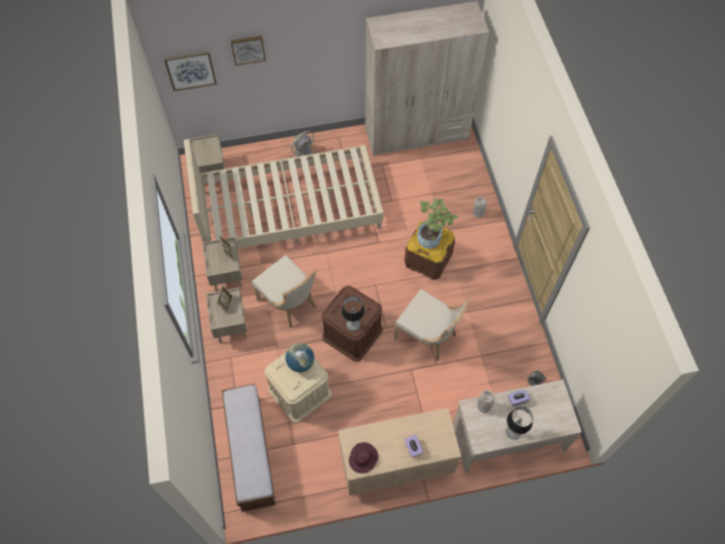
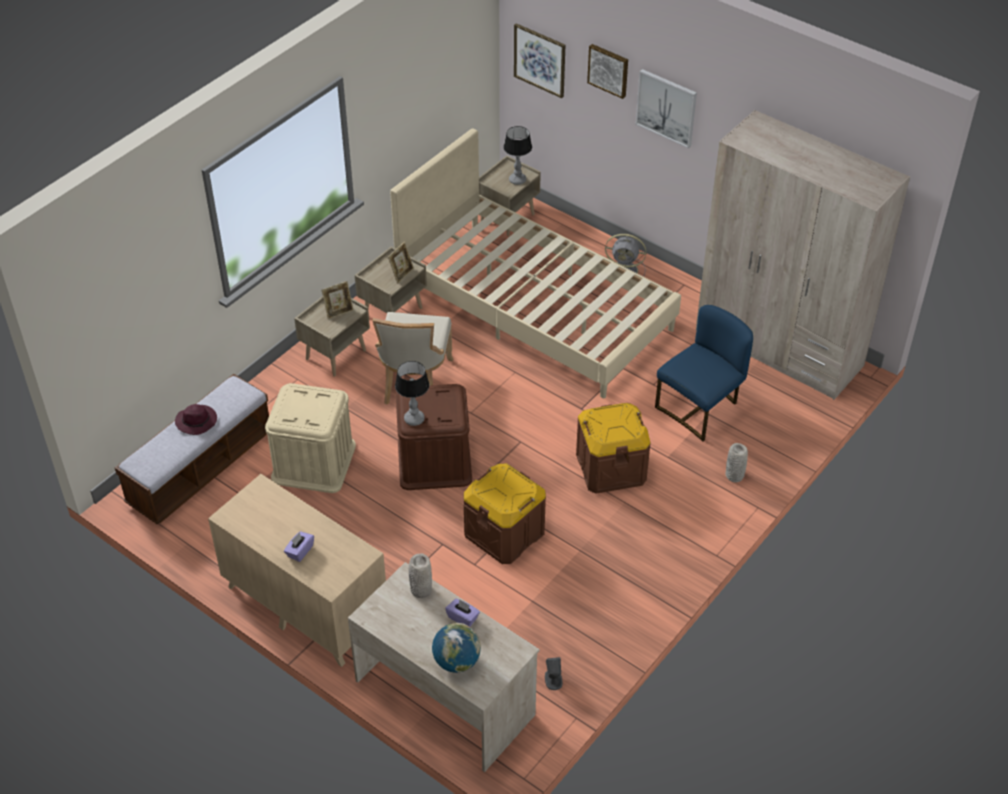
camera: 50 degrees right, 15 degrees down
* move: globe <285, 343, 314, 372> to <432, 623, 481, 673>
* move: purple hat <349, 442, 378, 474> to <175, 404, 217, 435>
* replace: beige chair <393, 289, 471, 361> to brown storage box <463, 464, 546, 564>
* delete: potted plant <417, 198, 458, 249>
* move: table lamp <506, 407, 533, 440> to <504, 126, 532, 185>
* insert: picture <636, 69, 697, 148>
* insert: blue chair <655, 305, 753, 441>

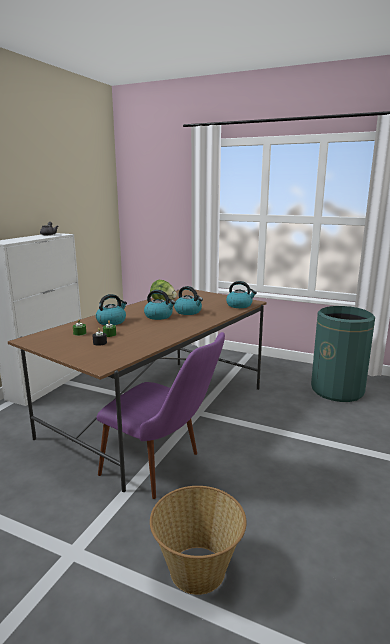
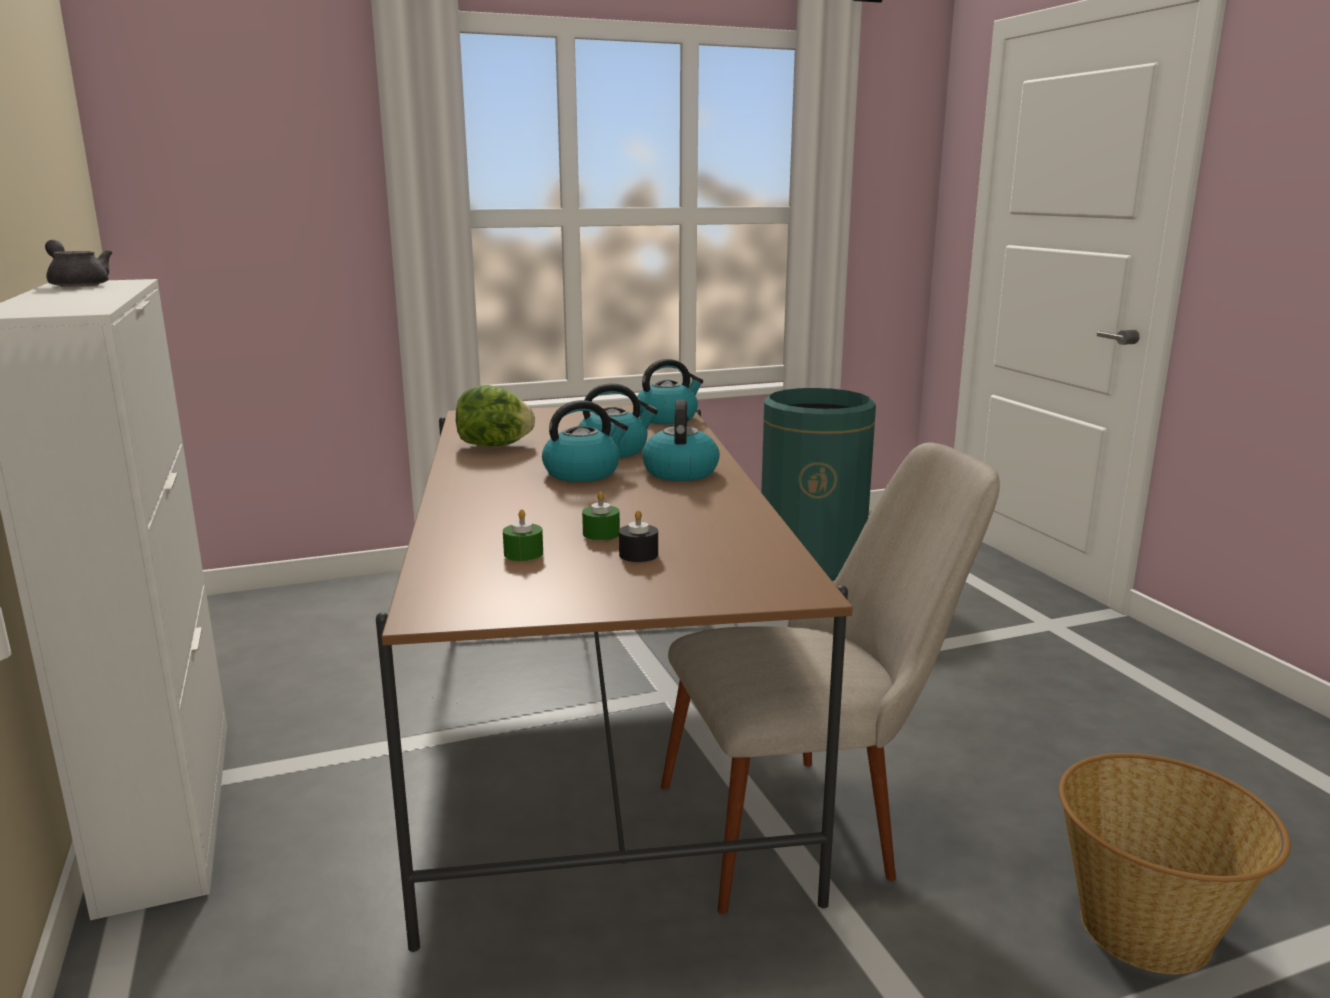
camera: 45 degrees left, 0 degrees up
* move: kettle <96, 294, 127, 325> to <642, 400, 720, 481>
* recolor: purple chair <97, 332, 225, 499> to beige chair <661, 443, 1000, 914>

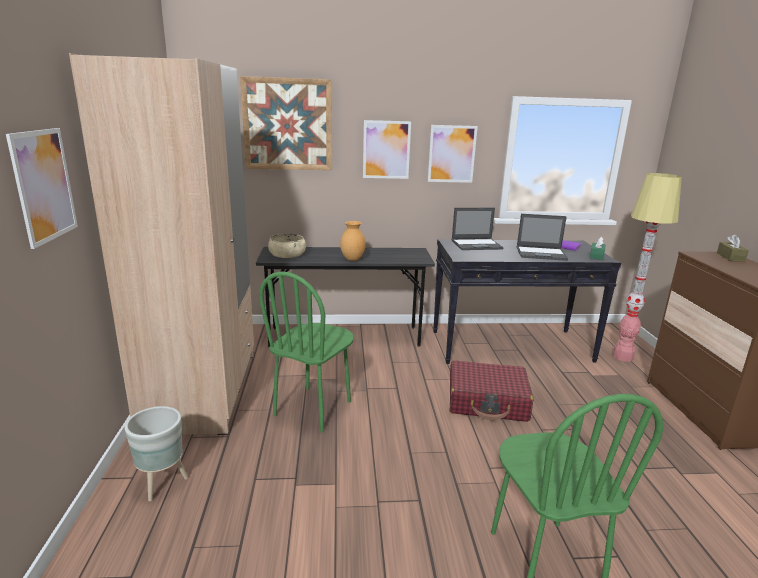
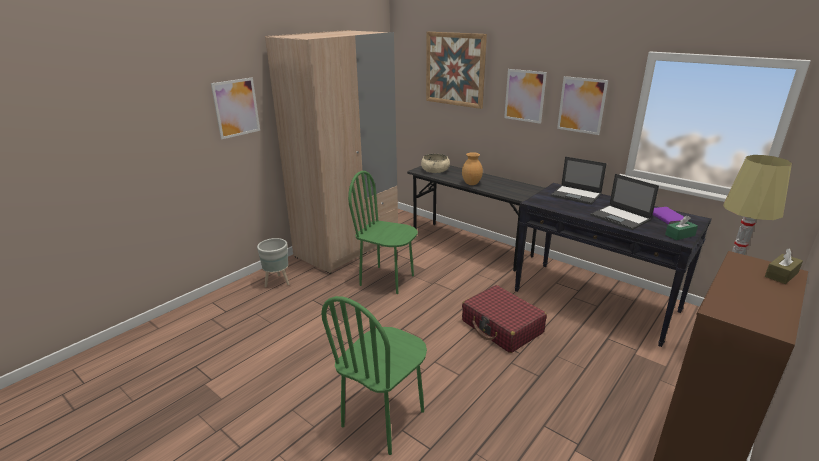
camera: 45 degrees right, 5 degrees up
* rotate: green chair <259, 271, 354, 433> = <348, 171, 418, 294> 45 degrees clockwise

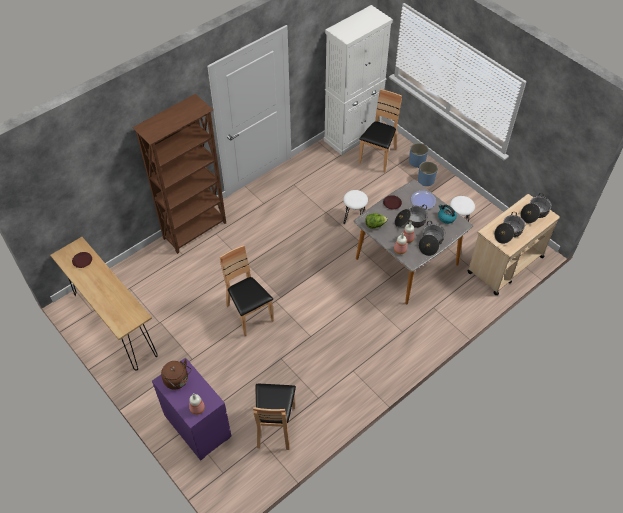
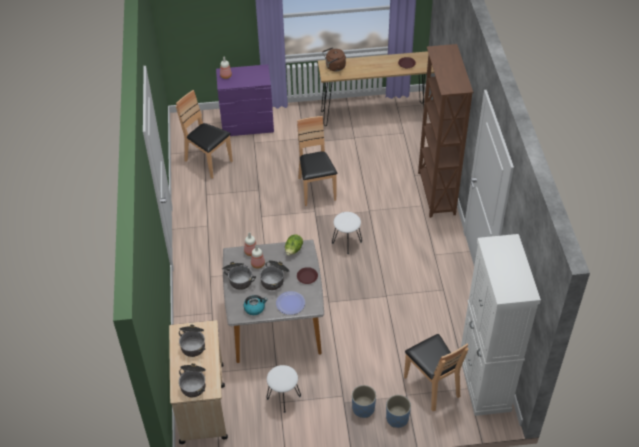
camera: 125 degrees right, 5 degrees down
* move: brown kettle <161, 359, 191, 390> to <323, 47, 346, 71>
* rotate: brown chair <220, 245, 274, 336> = <297, 116, 337, 206> 105 degrees counterclockwise
* move: white stool <343, 190, 368, 224> to <332, 212, 362, 254>

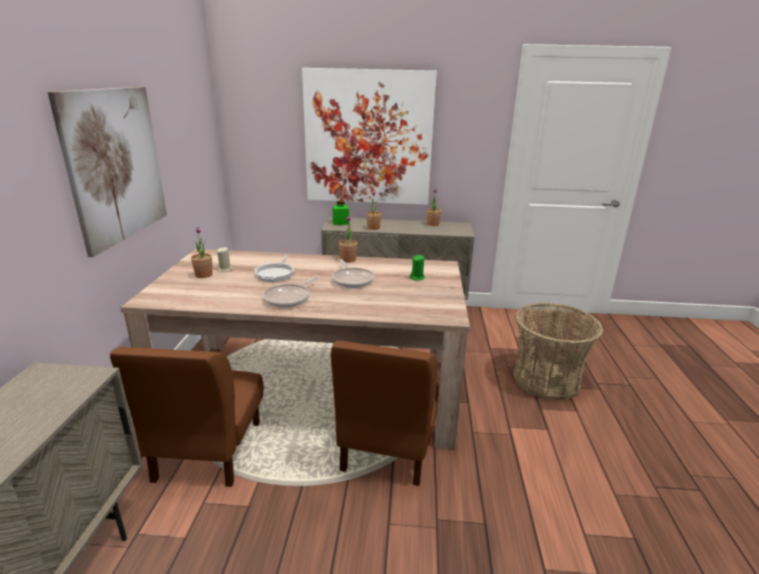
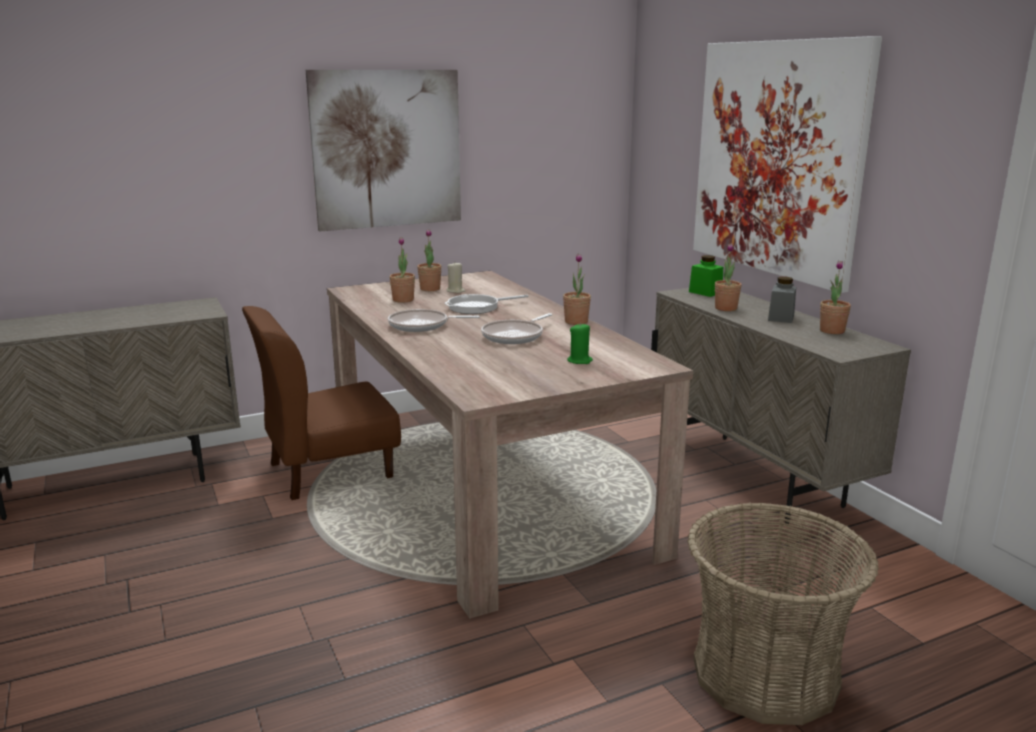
camera: 60 degrees right, 5 degrees down
* delete: brown chair <331, 340, 440, 486>
* insert: potted plant <389, 237, 415, 303>
* insert: grey jar <768, 277, 796, 323>

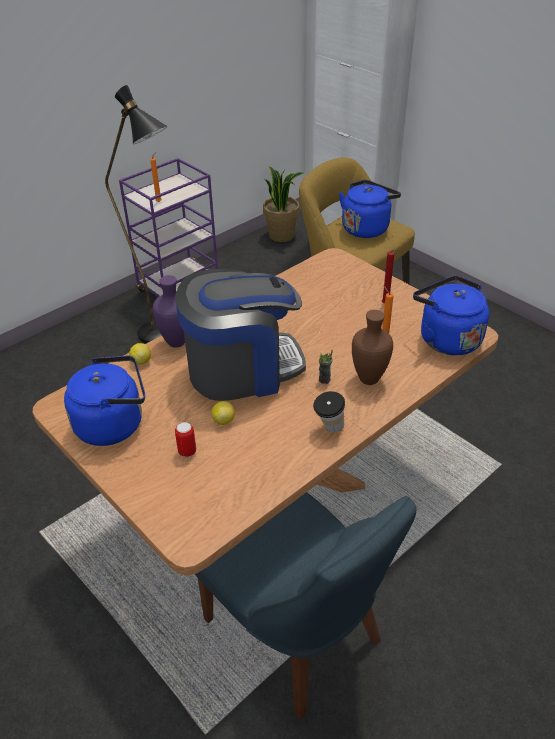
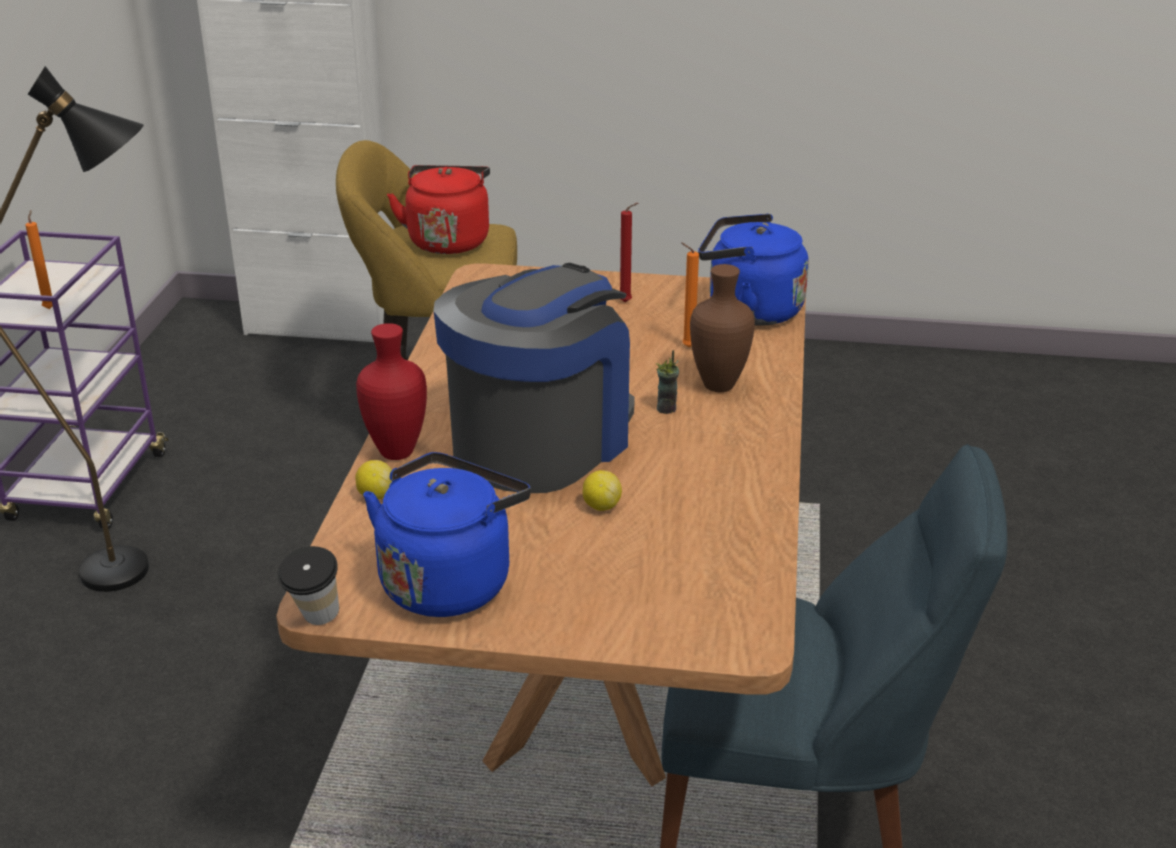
camera: 40 degrees left, 10 degrees down
* recolor: purple vase <153, 275, 185, 348> to red vase <356, 323, 427, 460>
* delete: can <175, 422, 196, 457>
* delete: potted plant <263, 166, 303, 242>
* move: cup <313, 391, 345, 433> to <277, 546, 339, 625>
* recolor: blue kettle <339, 180, 401, 238> to red kettle <387, 165, 490, 254>

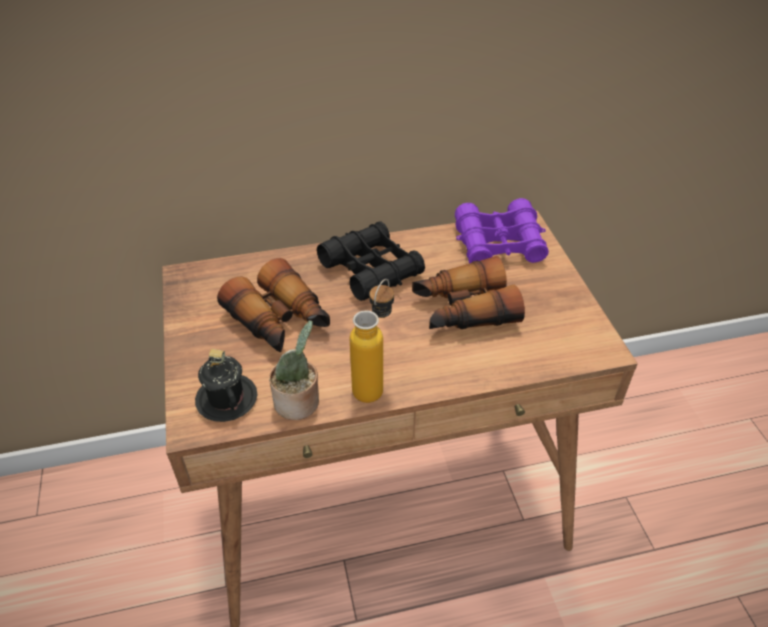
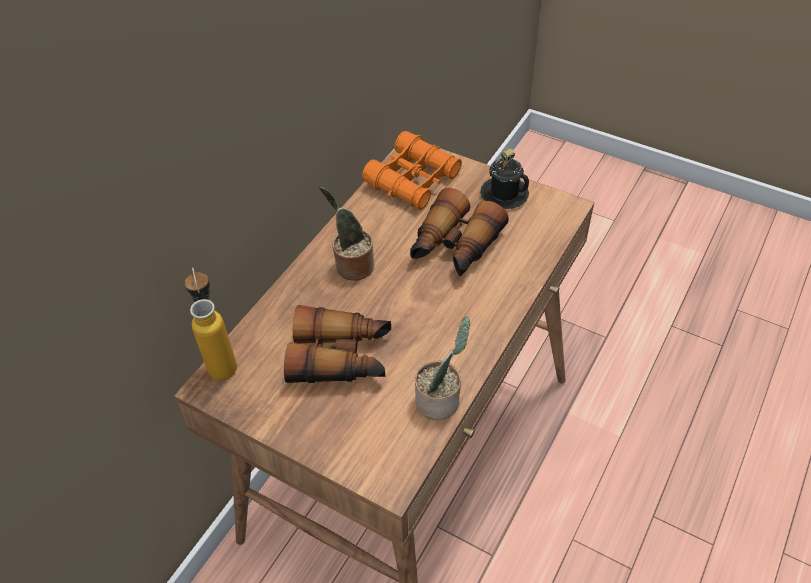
camera: 45 degrees left, 5 degrees up
* move: black mug <195, 349, 257, 422> to <480, 149, 529, 209>
* replace: black binoculars <317, 221, 425, 301> to potted plant <319, 187, 374, 281>
* move: bottle <350, 279, 394, 403> to <185, 267, 237, 380>
* recolor: purple binoculars <455, 198, 549, 263> to orange binoculars <362, 131, 462, 210>

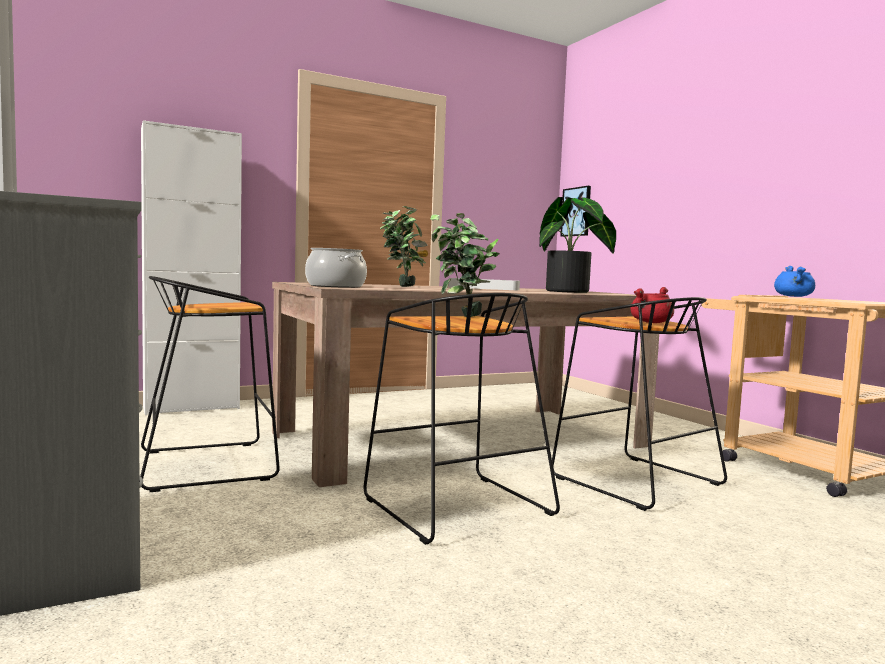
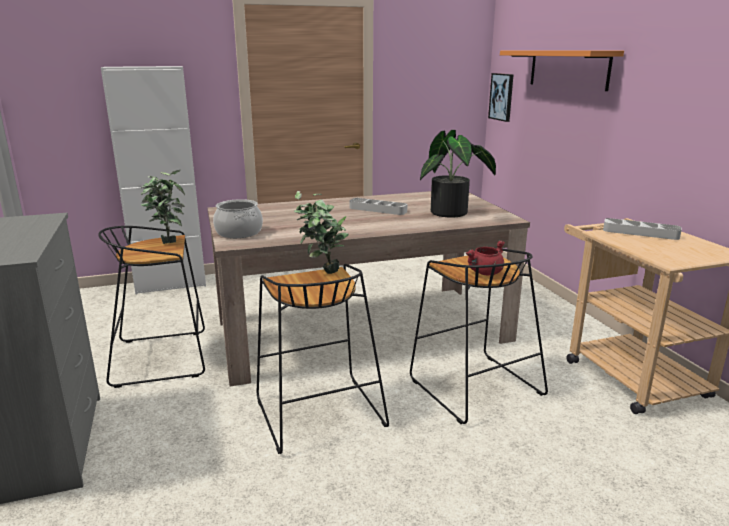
camera: 10 degrees right, 15 degrees up
* move: potted plant <380, 206, 428, 287> to <141, 170, 185, 244>
* replace: blue cooking pot <774, 266, 815, 297> to grey tray <603, 218, 682, 240>
* insert: orange shelf <500, 50, 624, 91>

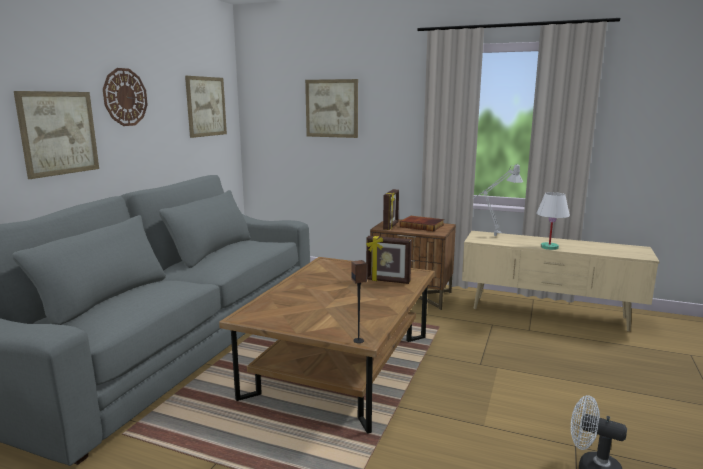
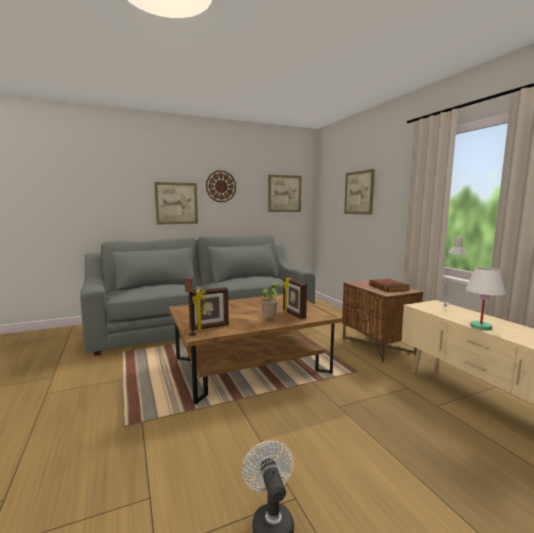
camera: 45 degrees right, 5 degrees down
* move: picture frame <383, 189, 399, 230> to <188, 287, 229, 331>
* insert: potted plant <261, 283, 279, 319>

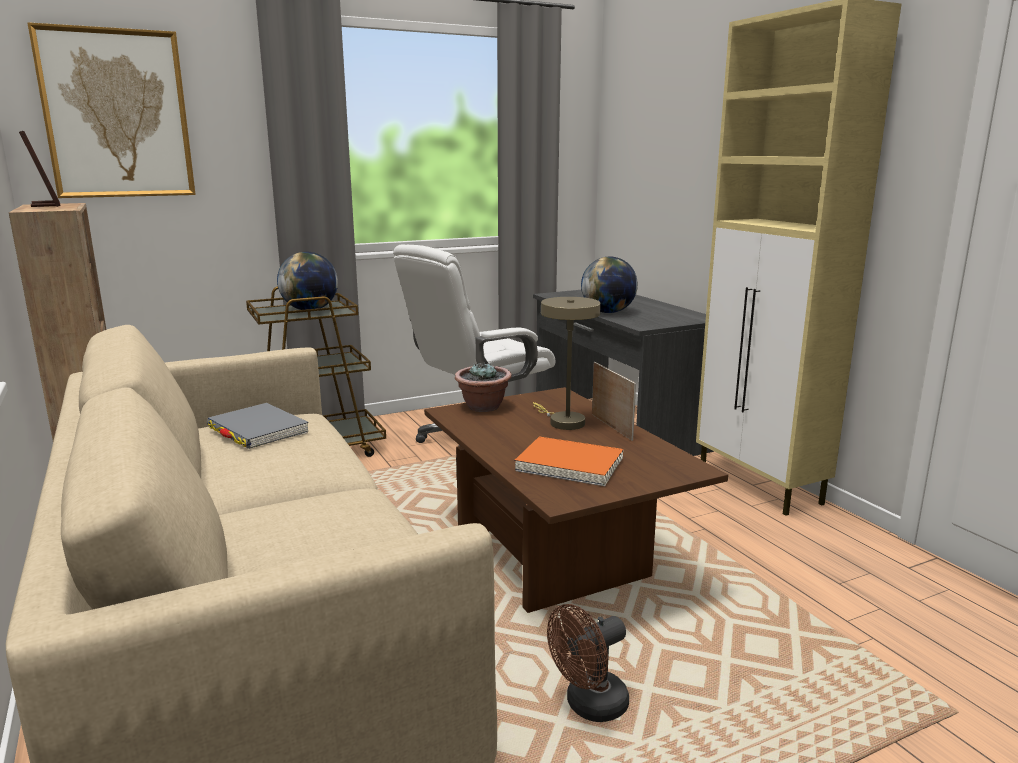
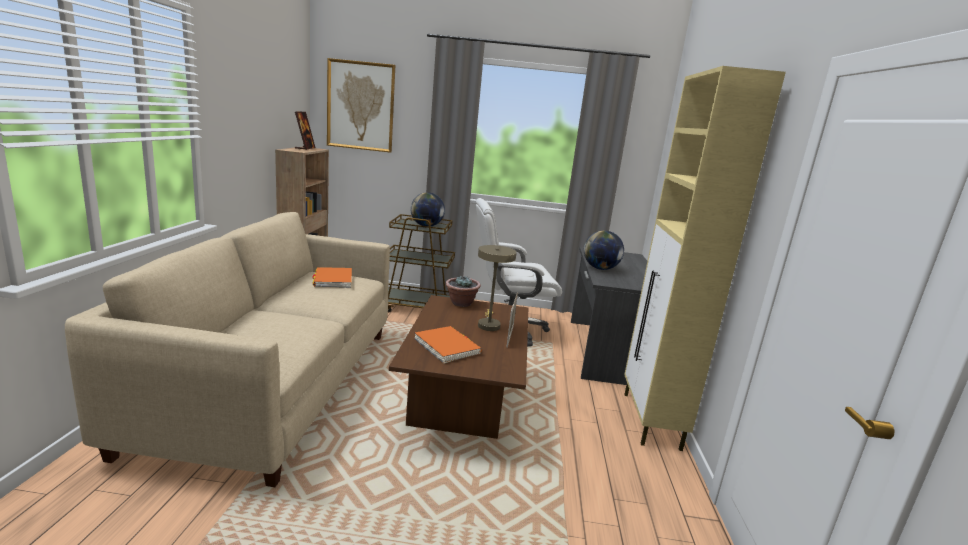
camera: 30 degrees right, 0 degrees up
* recolor: grey book <207, 403, 309, 449> to orange book <312, 267, 352, 288>
* delete: brown fan <547, 604, 629, 722>

